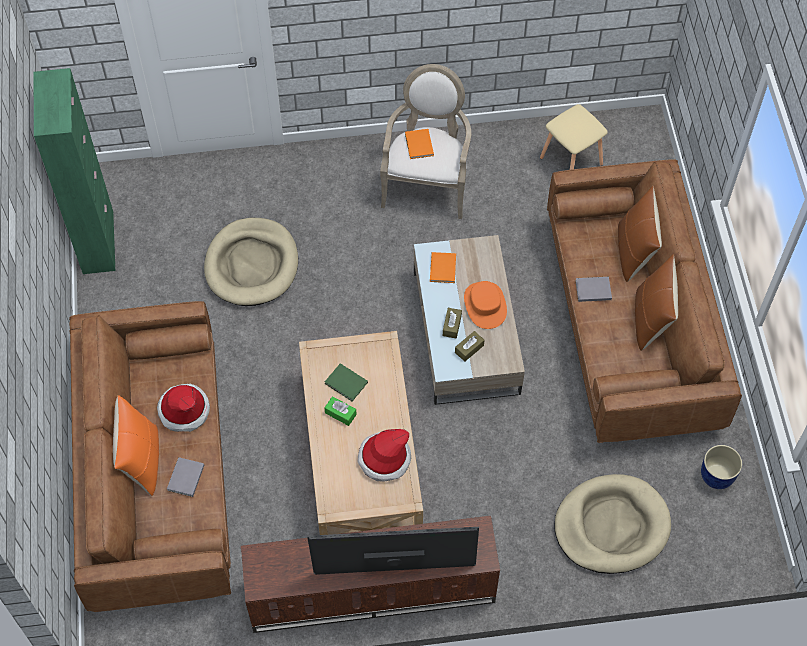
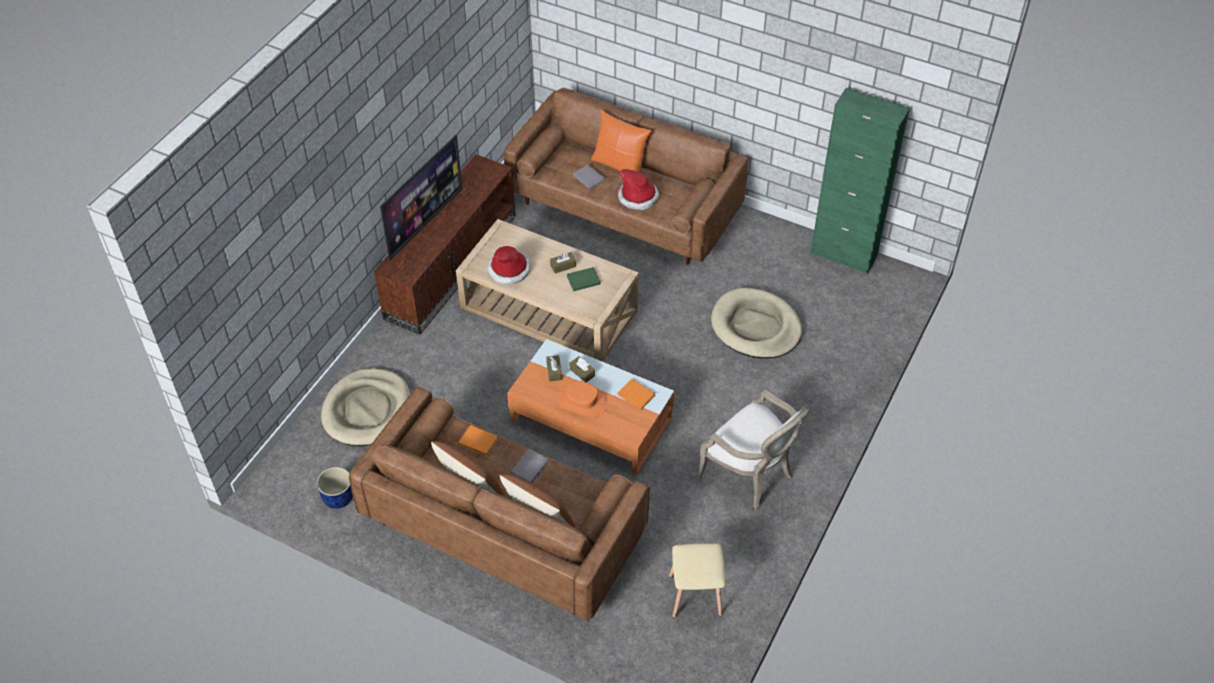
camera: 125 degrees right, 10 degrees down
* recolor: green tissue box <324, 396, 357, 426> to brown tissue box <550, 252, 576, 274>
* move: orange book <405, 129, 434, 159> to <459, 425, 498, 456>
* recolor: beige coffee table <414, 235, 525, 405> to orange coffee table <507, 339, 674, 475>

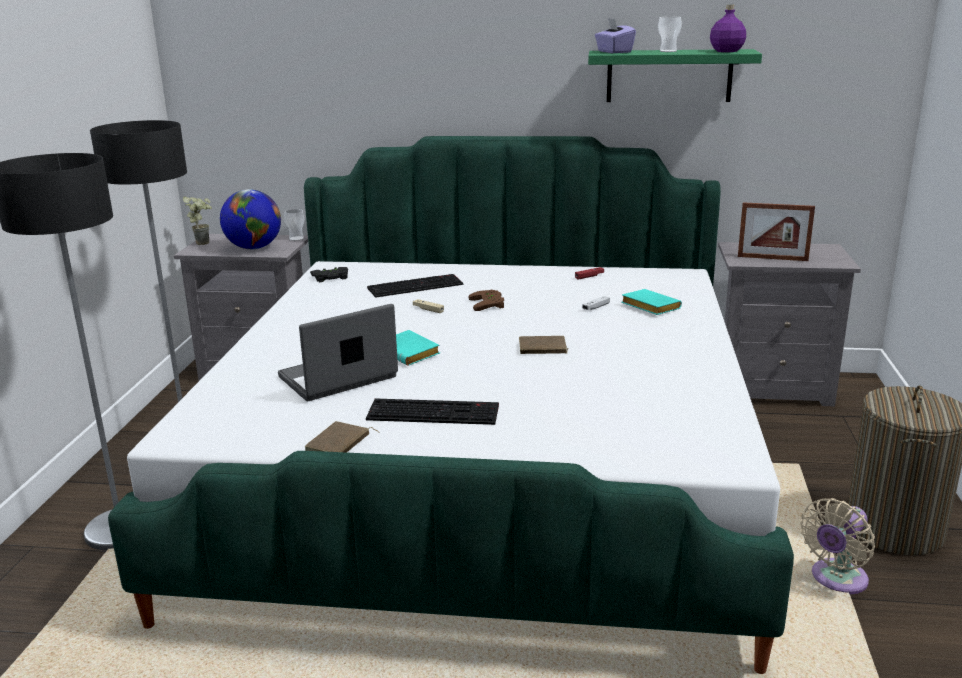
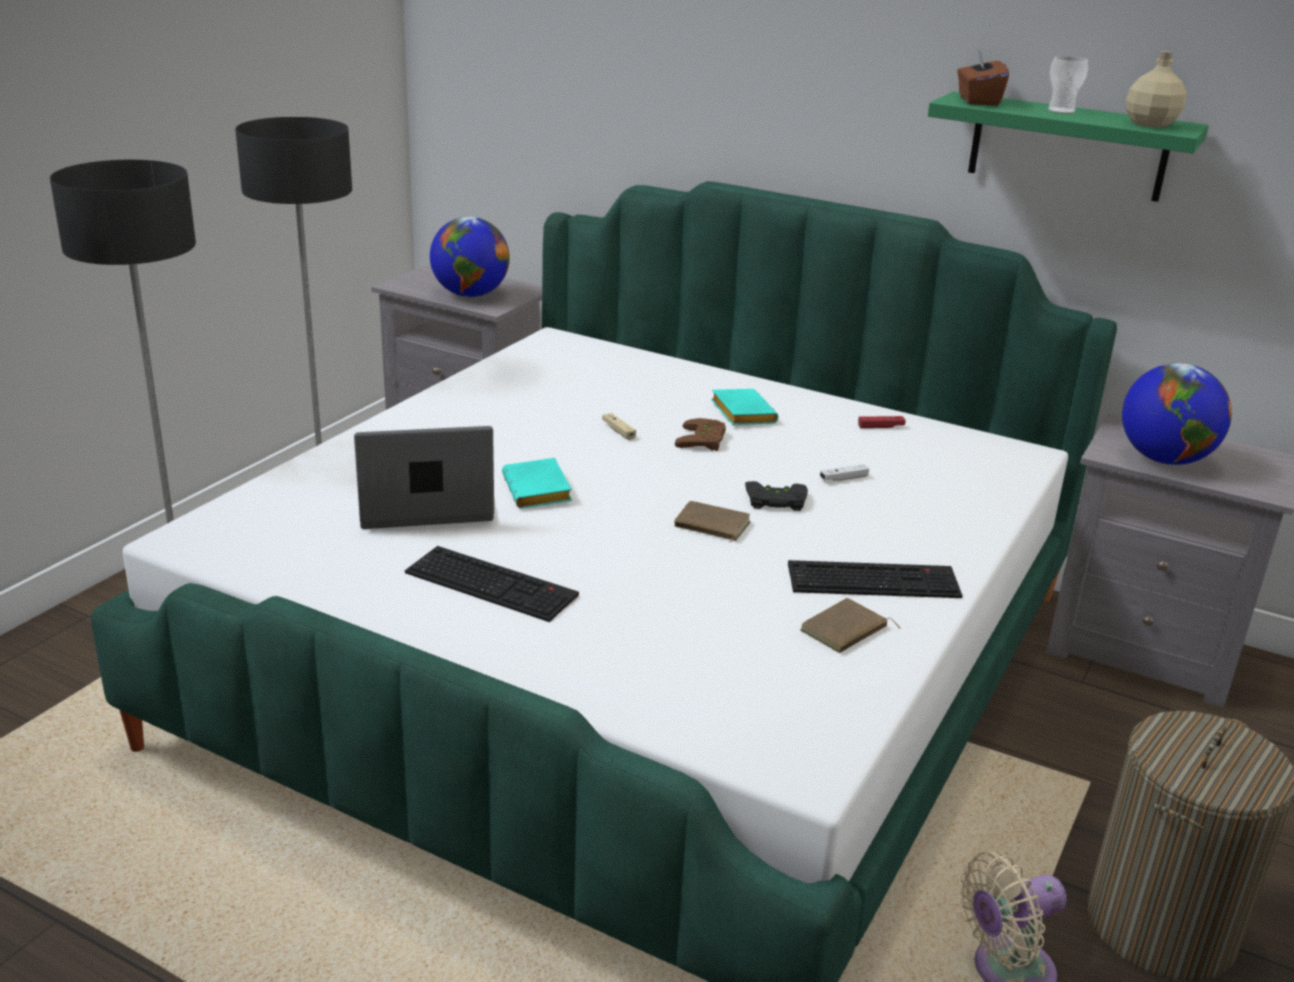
camera: 20 degrees right, 5 degrees up
* delete: potted plant <183, 197, 212, 245>
* delete: cup <284, 209, 305, 241>
* move: brown book <305, 421, 380, 453> to <800, 598, 901, 653>
* move: black game controller <310, 267, 348, 282> to <745, 481, 808, 511>
* move: keyboard <367, 274, 463, 298> to <788, 560, 963, 598>
* recolor: purple tissue box <595, 18, 636, 53> to brown tissue box <957, 49, 1009, 106>
* move: turquoise book <621, 289, 682, 315> to <711, 389, 778, 425>
* recolor: purple bottle <710, 5, 746, 52> to beige bottle <1126, 51, 1187, 128>
* replace: picture frame <738, 202, 815, 261> to globe <1122, 363, 1232, 465>

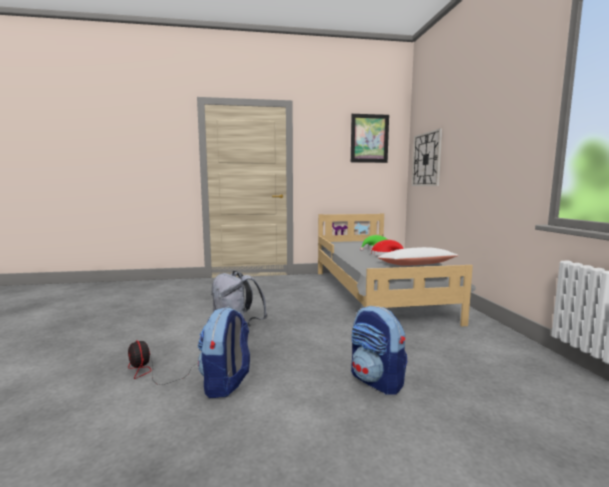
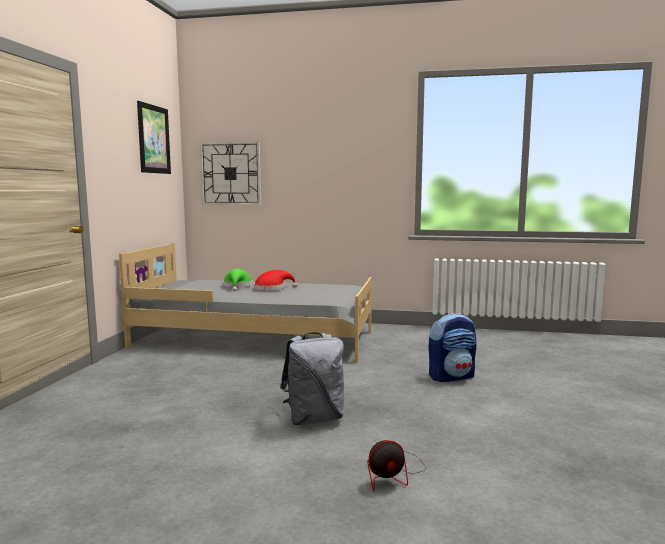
camera: 70 degrees left, 0 degrees up
* delete: backpack <198, 307, 250, 398>
* delete: white pillow <377, 247, 459, 266>

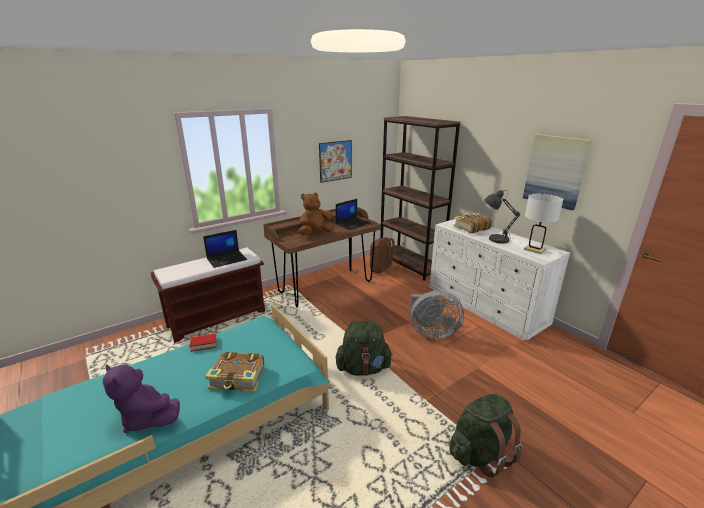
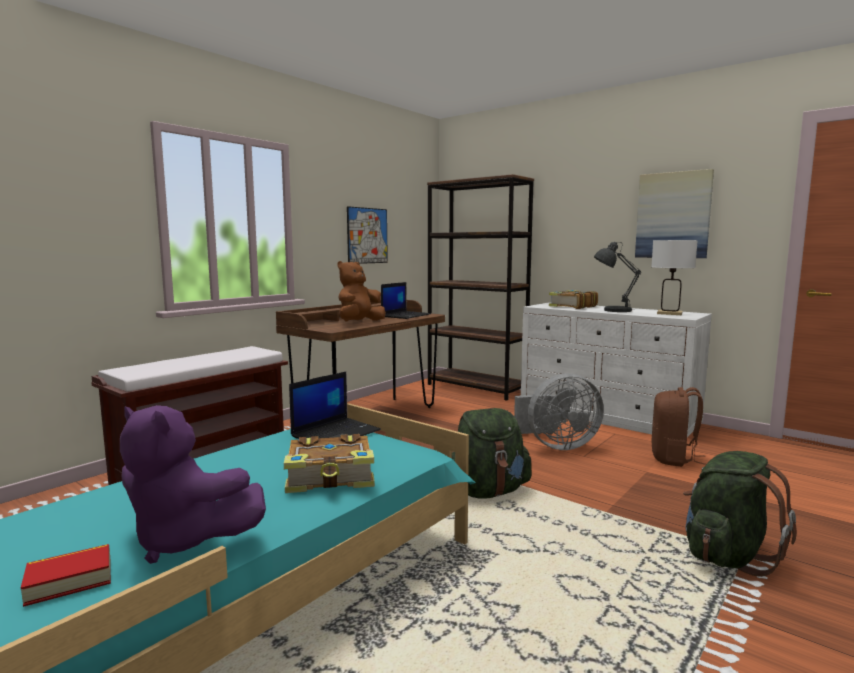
camera: 15 degrees left, 15 degrees down
* move: book <189, 333, 217, 352> to <21, 544, 111, 607>
* move: laptop <203, 230, 247, 268> to <289, 372, 381, 439>
* move: brown backpack <370, 237, 395, 274> to <652, 387, 706, 467>

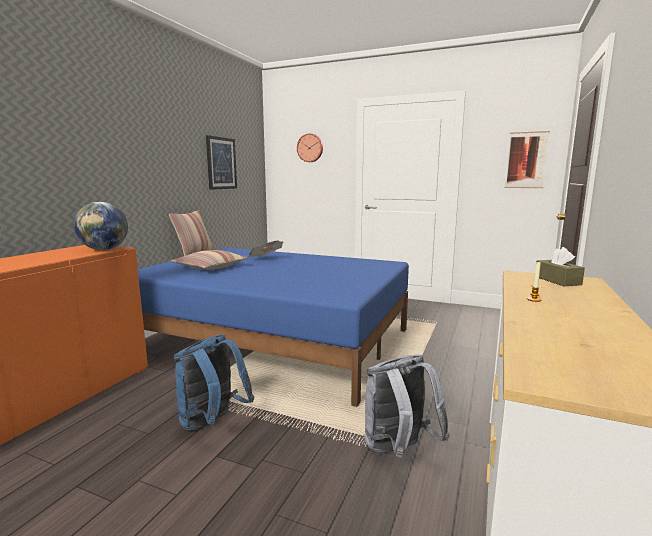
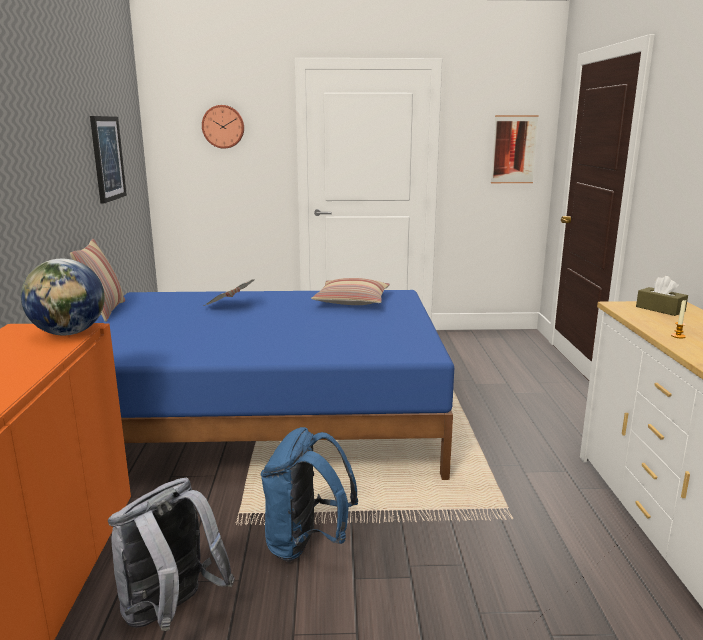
camera: 25 degrees left, 5 degrees up
* move: pillow <171, 250, 248, 270> to <311, 278, 390, 305>
* move: grey backpack <365, 355, 450, 458> to <108, 478, 235, 631>

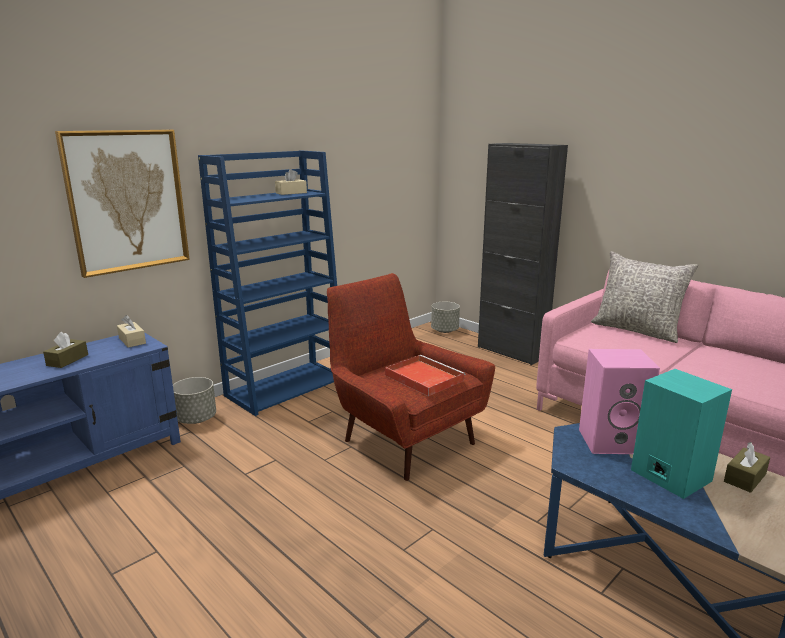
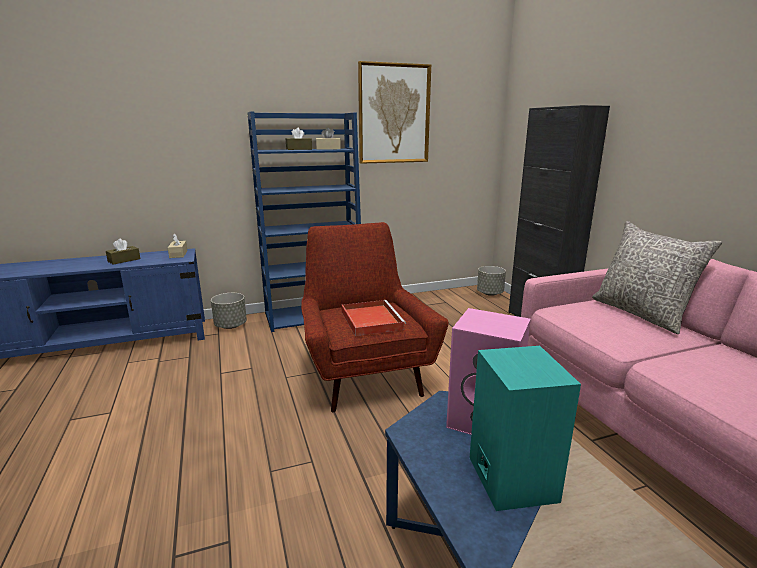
camera: 25 degrees right, 0 degrees up
* move: picture <55, 130, 190, 278> to <358, 61, 431, 164>
* move: brown tissue box <724, 442, 770, 493> to <286, 128, 312, 150>

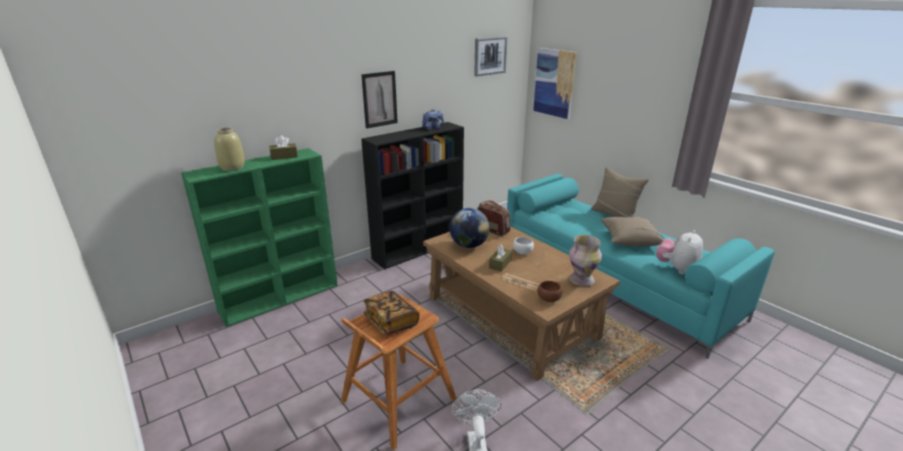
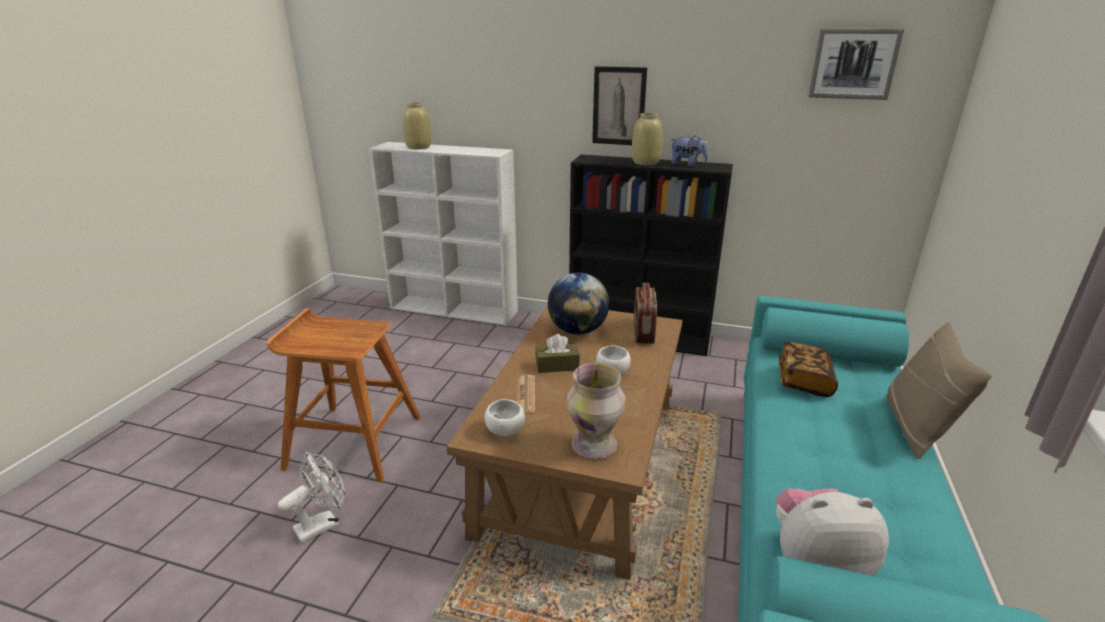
camera: 55 degrees right, 0 degrees up
* recolor: green bookcase <181, 148, 338, 327> to white bookcase <369, 142, 518, 326>
* delete: brown tissue box <269, 135, 298, 160>
* move: book <363, 291, 420, 335> to <778, 342, 838, 397>
* delete: picture <533, 48, 577, 119>
* recolor: brown bowl <538, 281, 562, 302> to white bowl <485, 399, 525, 436>
* delete: beige pillow <600, 217, 664, 246>
* insert: beige vase <632, 113, 663, 165>

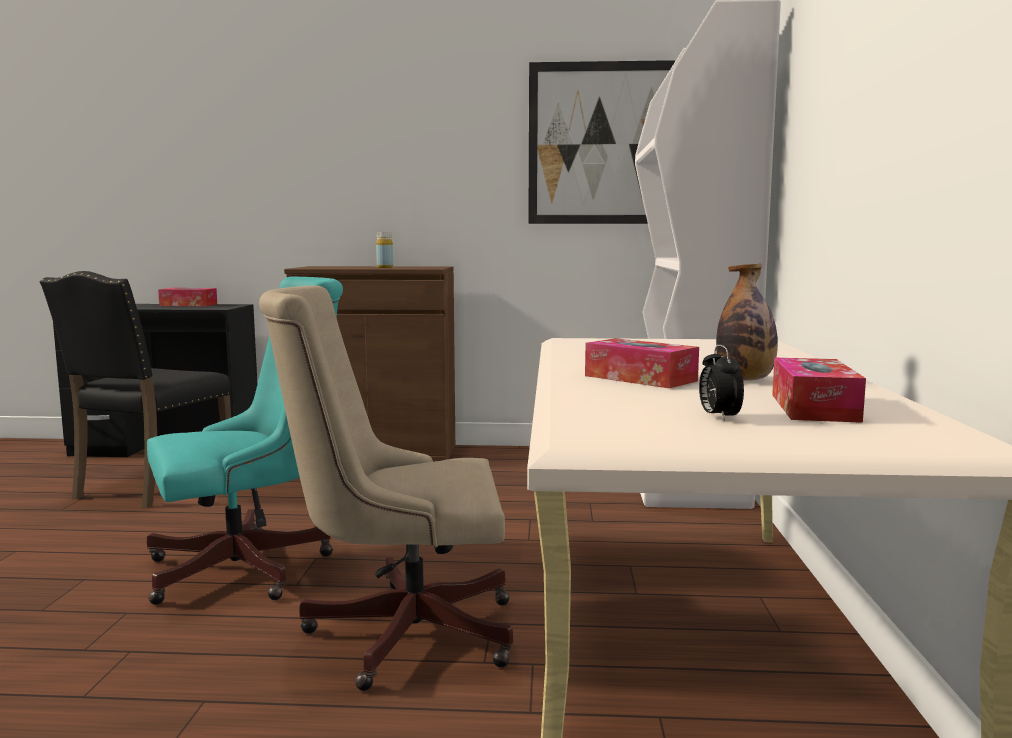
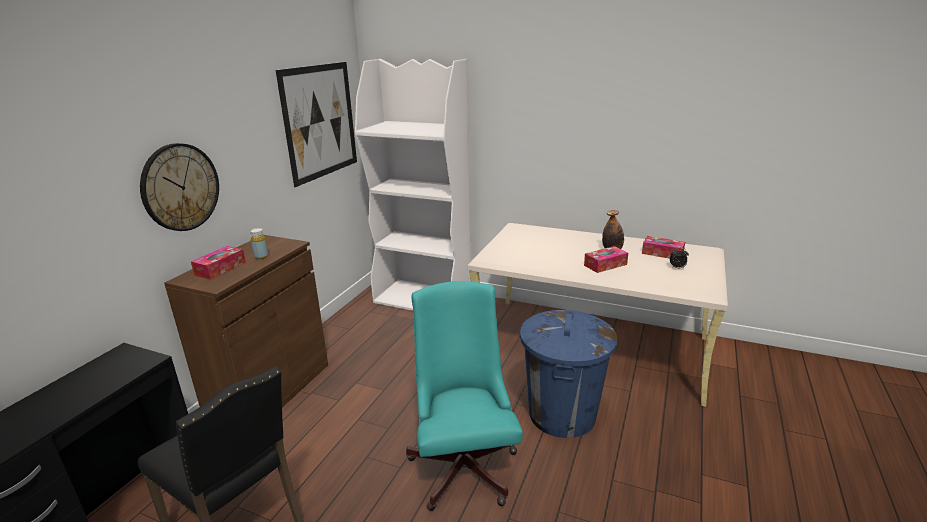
camera: 70 degrees left, 15 degrees up
* move: tissue box <158, 288, 217, 306> to <191, 246, 246, 280>
* replace: beige office chair <259, 285, 513, 691> to blue trash can <520, 310, 617, 438>
* insert: wall clock <140, 143, 219, 231>

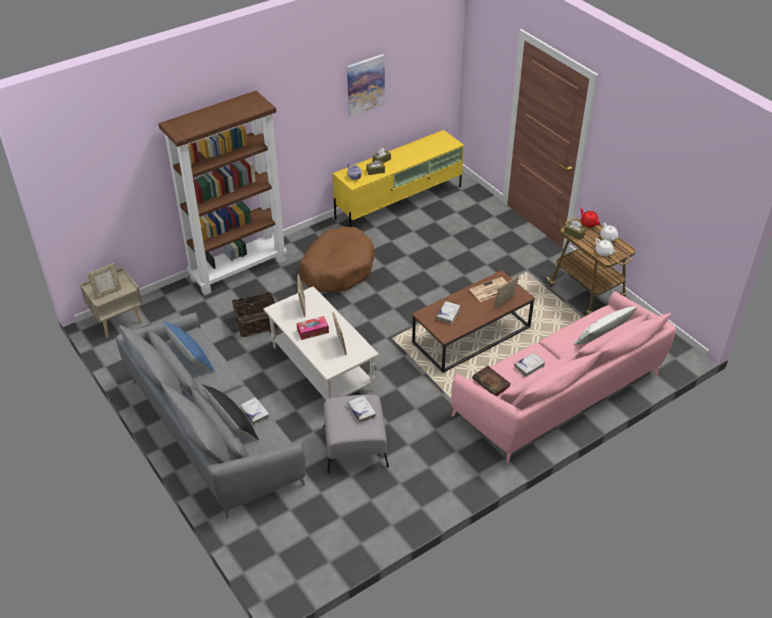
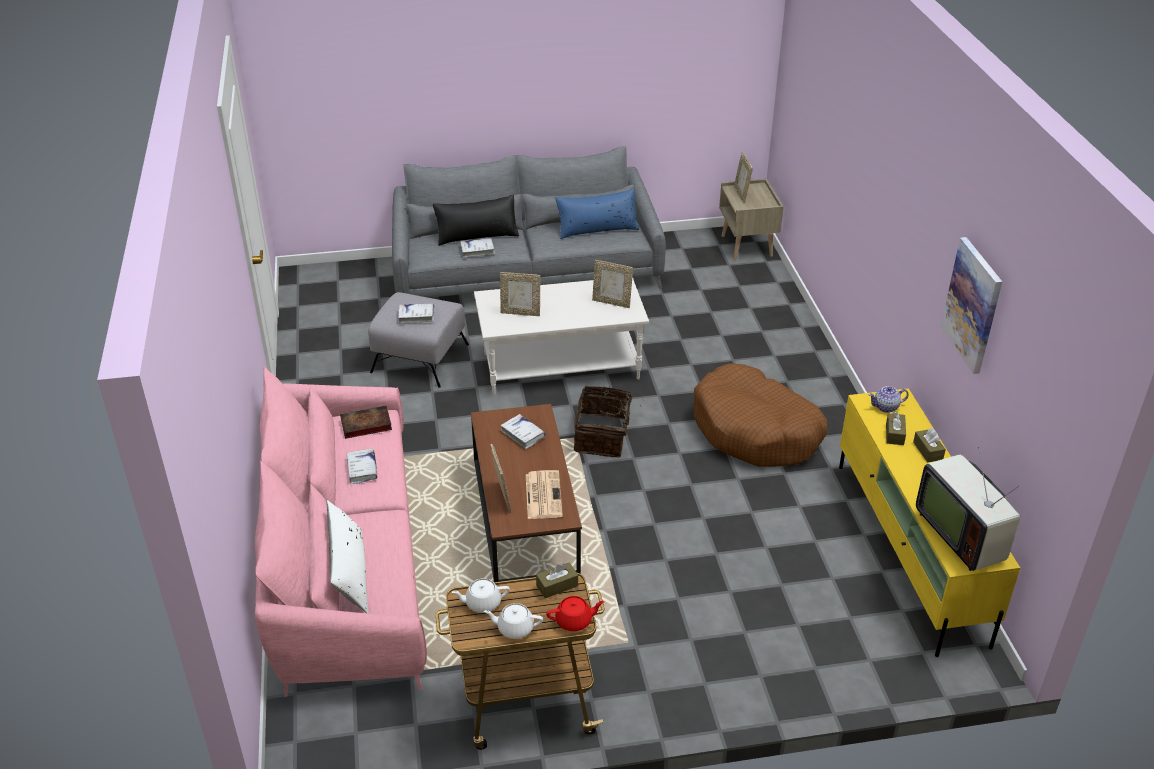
camera: 115 degrees right, 5 degrees down
* delete: brown bookcase <159, 91, 287, 295>
* move: basket <232, 292, 279, 337> to <574, 386, 644, 457>
* delete: tissue box <297, 316, 329, 340>
* insert: television <916, 447, 1020, 571>

